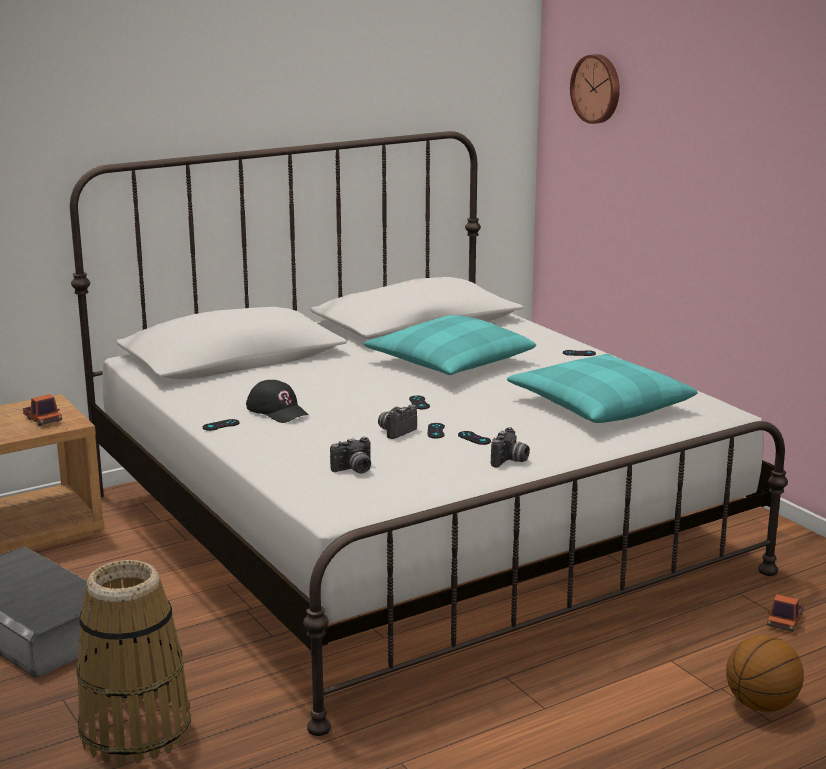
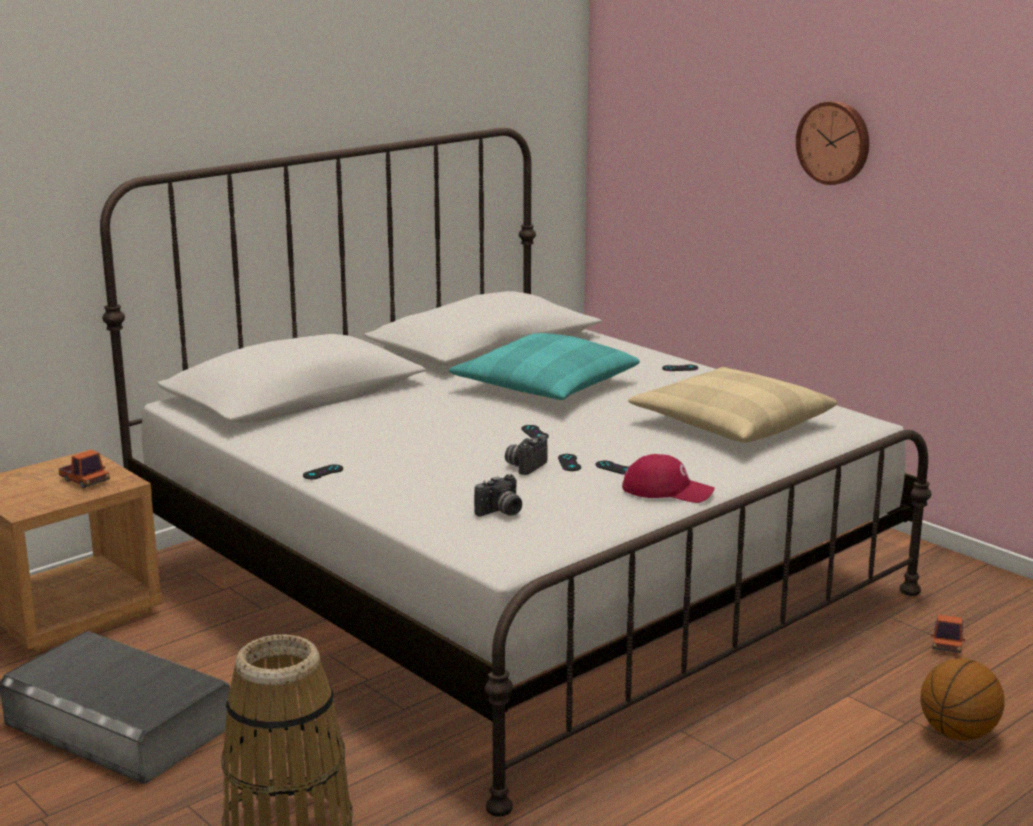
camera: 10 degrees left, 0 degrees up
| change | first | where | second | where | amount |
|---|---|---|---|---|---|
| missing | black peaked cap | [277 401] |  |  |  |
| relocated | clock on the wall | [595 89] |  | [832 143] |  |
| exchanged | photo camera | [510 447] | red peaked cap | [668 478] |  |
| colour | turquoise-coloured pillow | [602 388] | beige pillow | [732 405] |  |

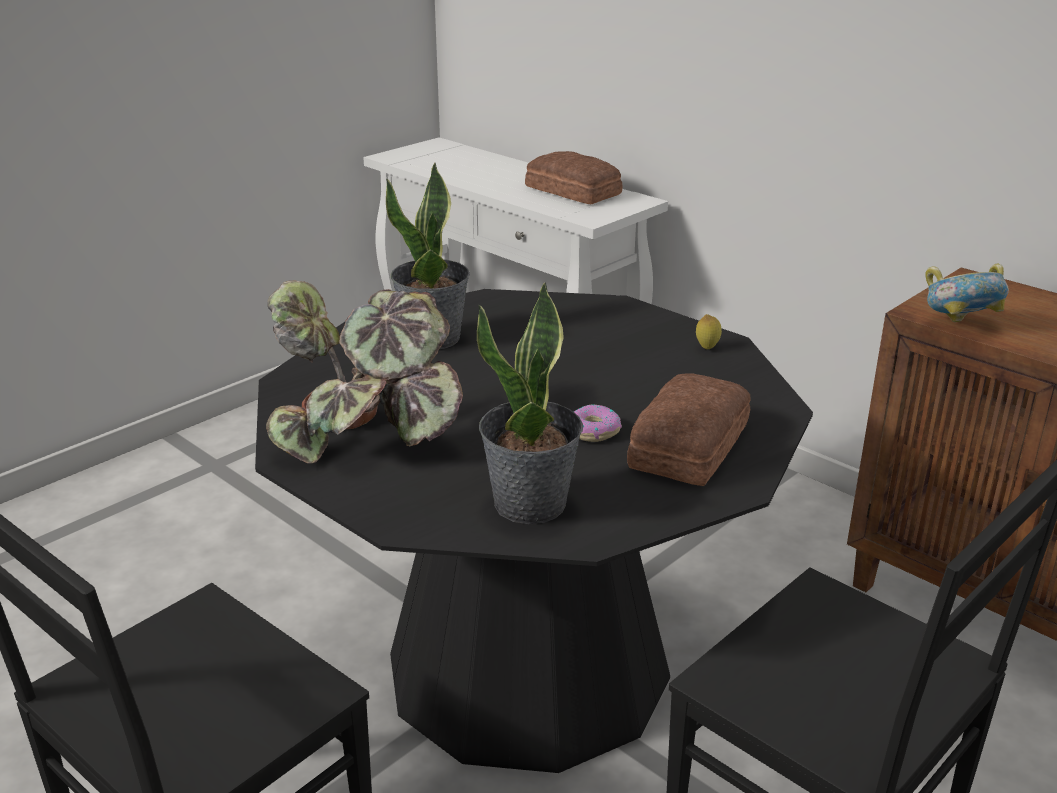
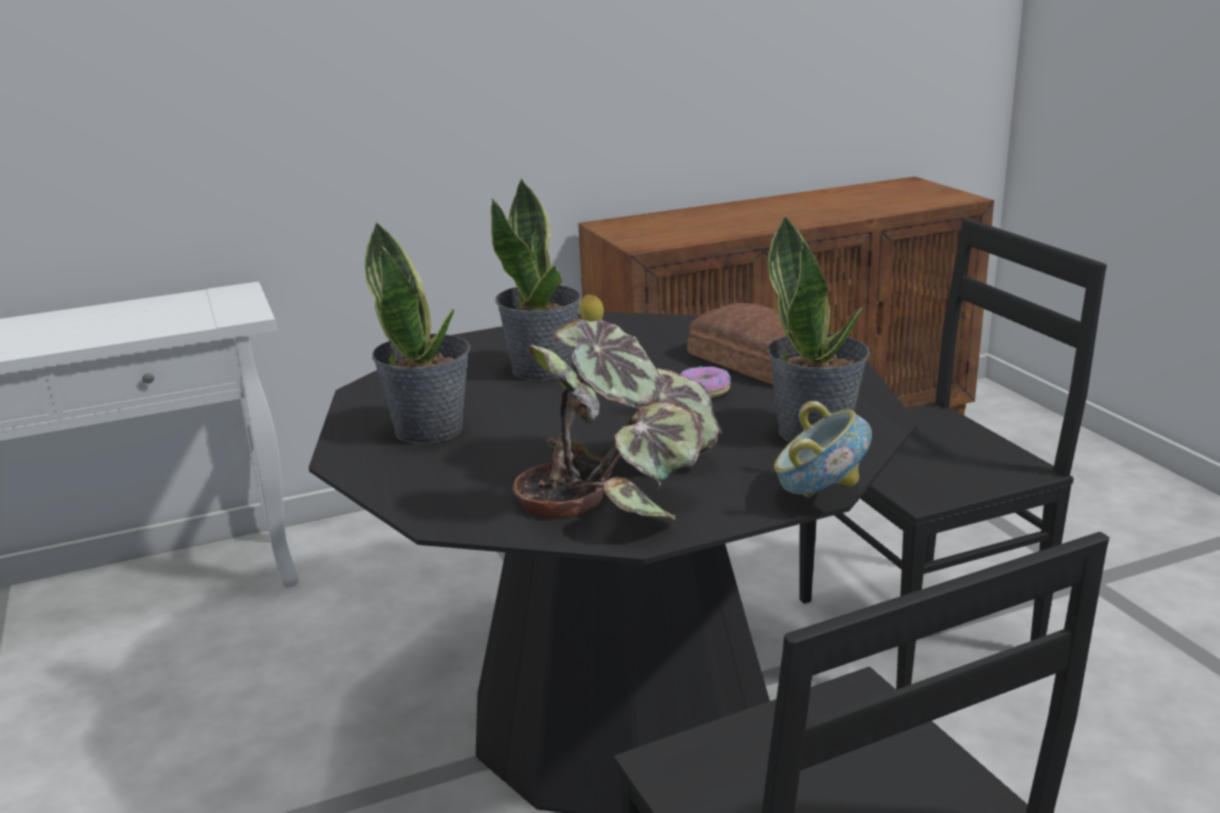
camera: 65 degrees left, 5 degrees down
| change | first | where | second | where | amount |
|---|---|---|---|---|---|
| missing | bakery bread | [573 177] |  |  |  |
| appeared |  |  | potted plant | [536 279] |  |
| relocated | bowl | [967 292] |  | [823 449] |  |

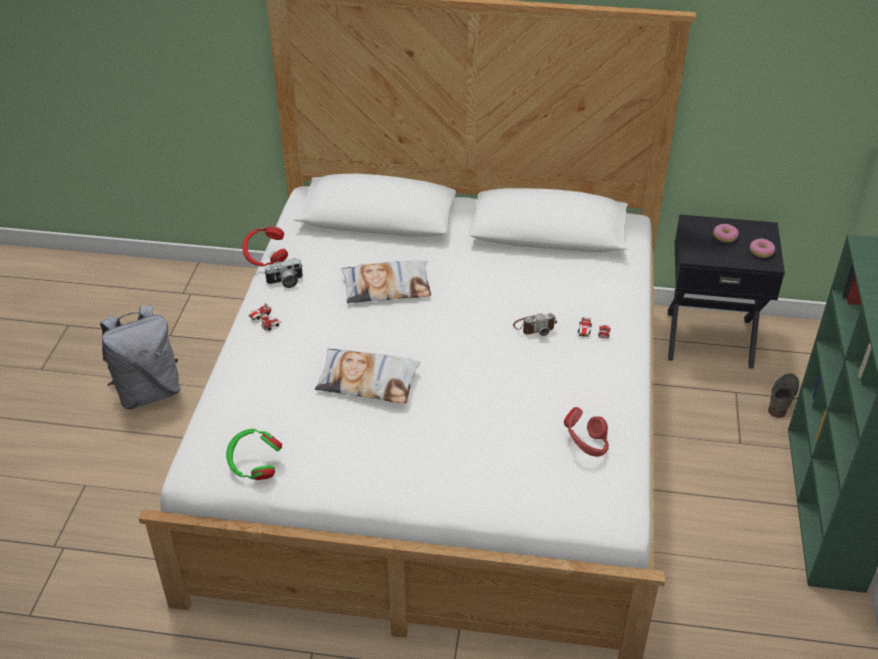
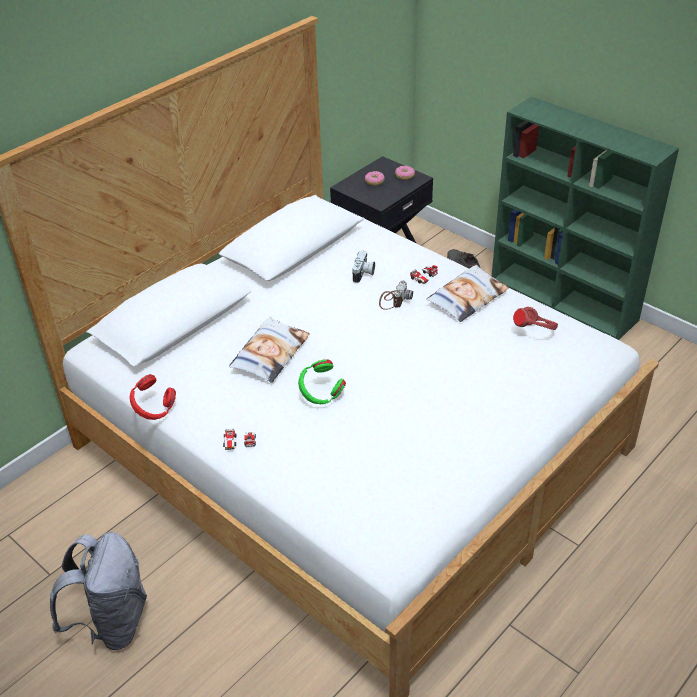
camera: 55 degrees left, 0 degrees up
| change | first | where | second | where | amount |
|---|---|---|---|---|---|
| relocated | green pair of headphones | [254 454] |  | [322 381] |  |
| relocated | photo camera | [283 273] |  | [363 266] |  |
| relocated | pillow | [368 376] |  | [467 293] |  |

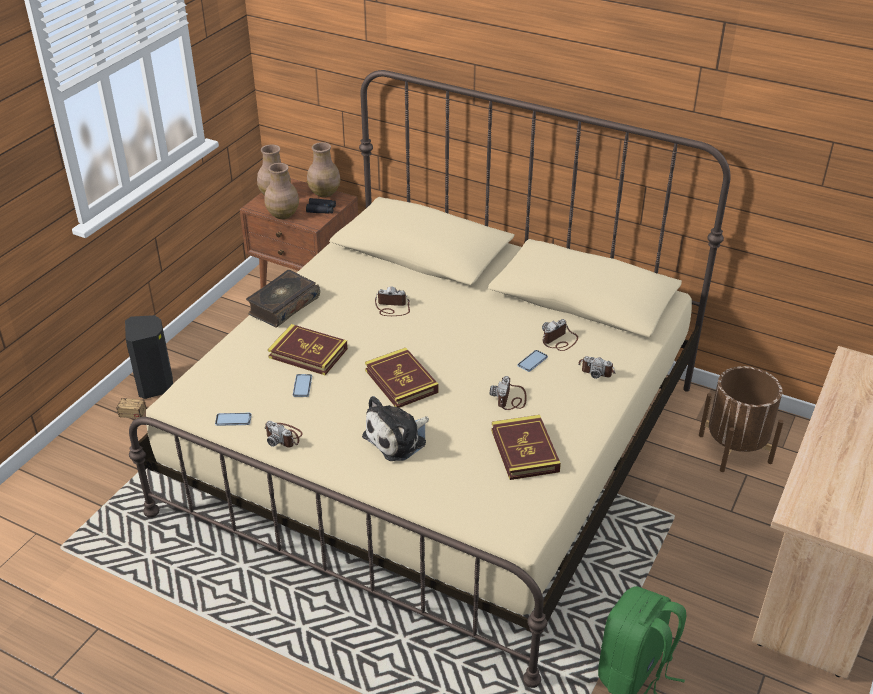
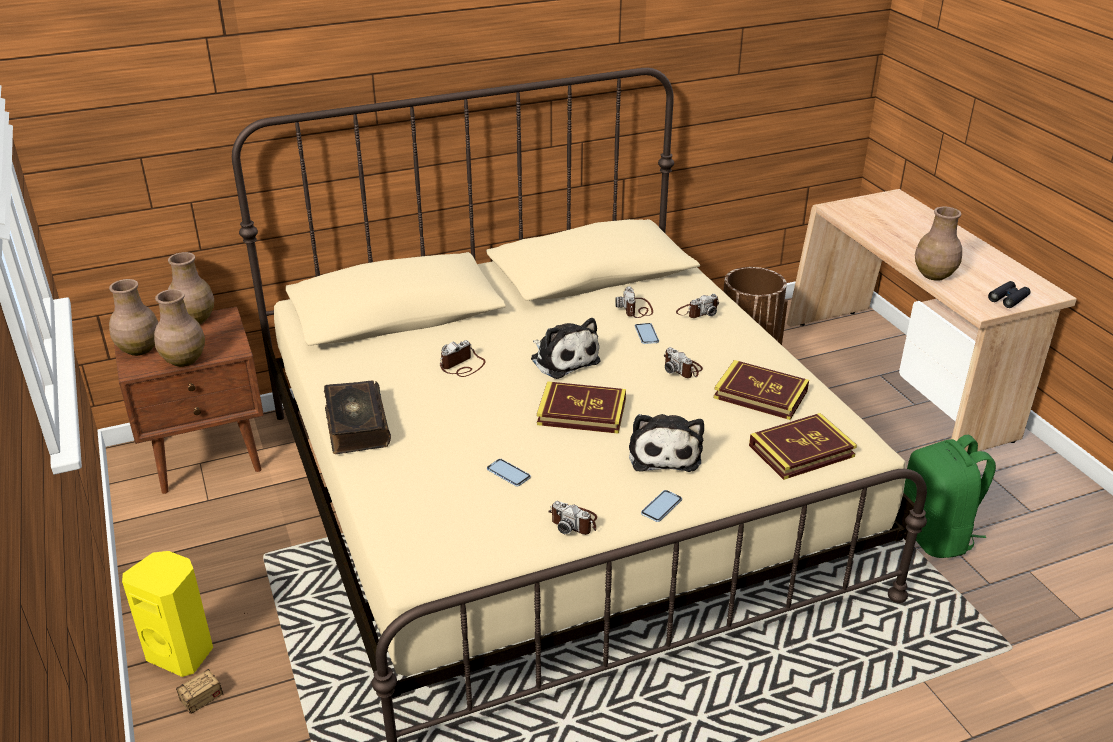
camera: 50 degrees left, 5 degrees down
| change | first | where | second | where | amount |
|---|---|---|---|---|---|
| appeared |  |  | cuddly toy | [566 348] |  |
| appeared |  |  | brownish vase | [938 244] |  |
| relocated | handset | [233 419] |  | [661 506] |  |
| relocated | book | [308 349] |  | [803 446] |  |
| relocated | black binoculars | [321 206] |  | [1009 294] |  |
| colour | black speaker | [149 357] | yellow speaker | [167 614] |  |
| spun | photo camera | [284 434] |  | [572 518] | 45 degrees clockwise |

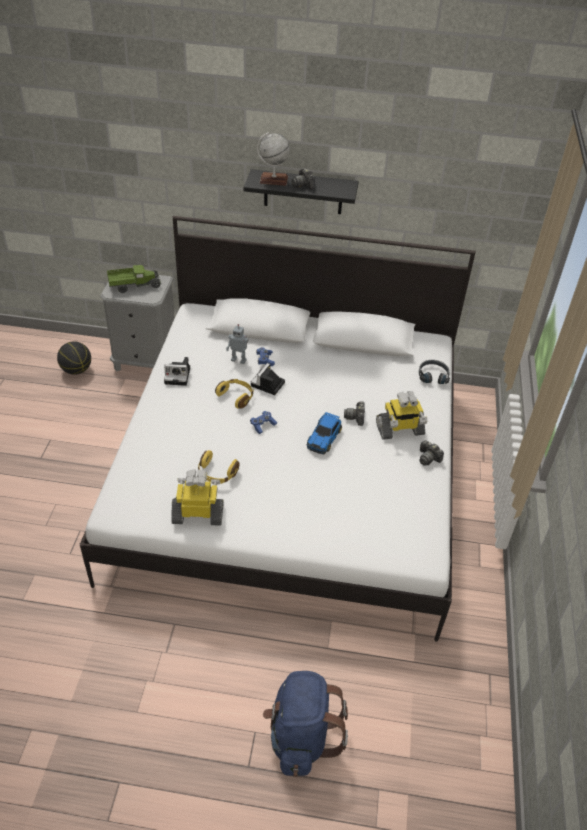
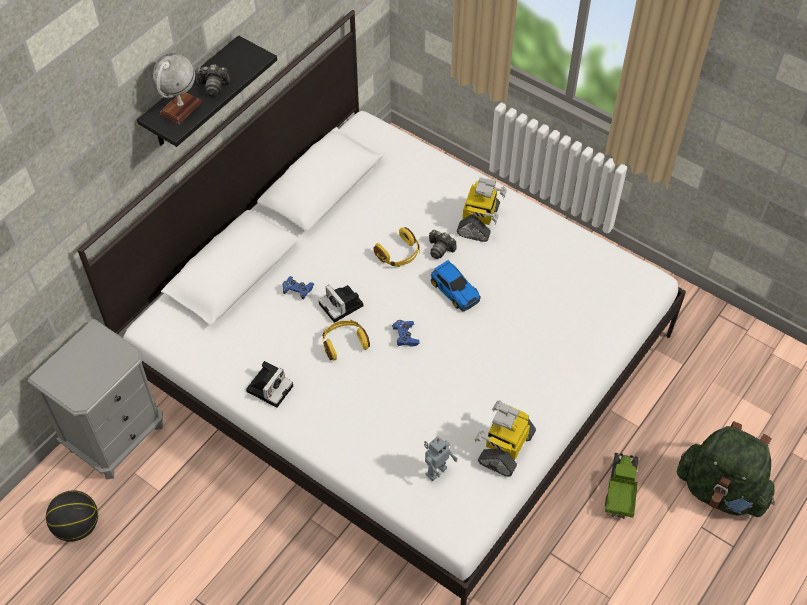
camera: 60 degrees left, 10 degrees up
| change | first | where | second | where | amount |
|---|---|---|---|---|---|
| missing | black pair of headphones | [434 372] |  |  |  |
| missing | photo camera | [431 453] |  |  |  |
| relocated | toy truck | [134 279] |  | [621 486] |  |
| relocated | yellow pair of headphones | [218 467] |  | [397 247] |  |
| relocated | model robot | [237 344] |  | [441 458] |  |
| colour | blue knapsack | [305 724] | green knapsack | [726 469] |  |

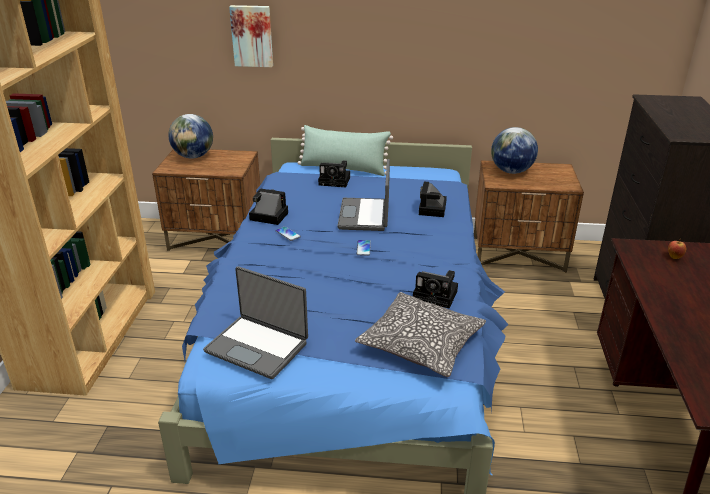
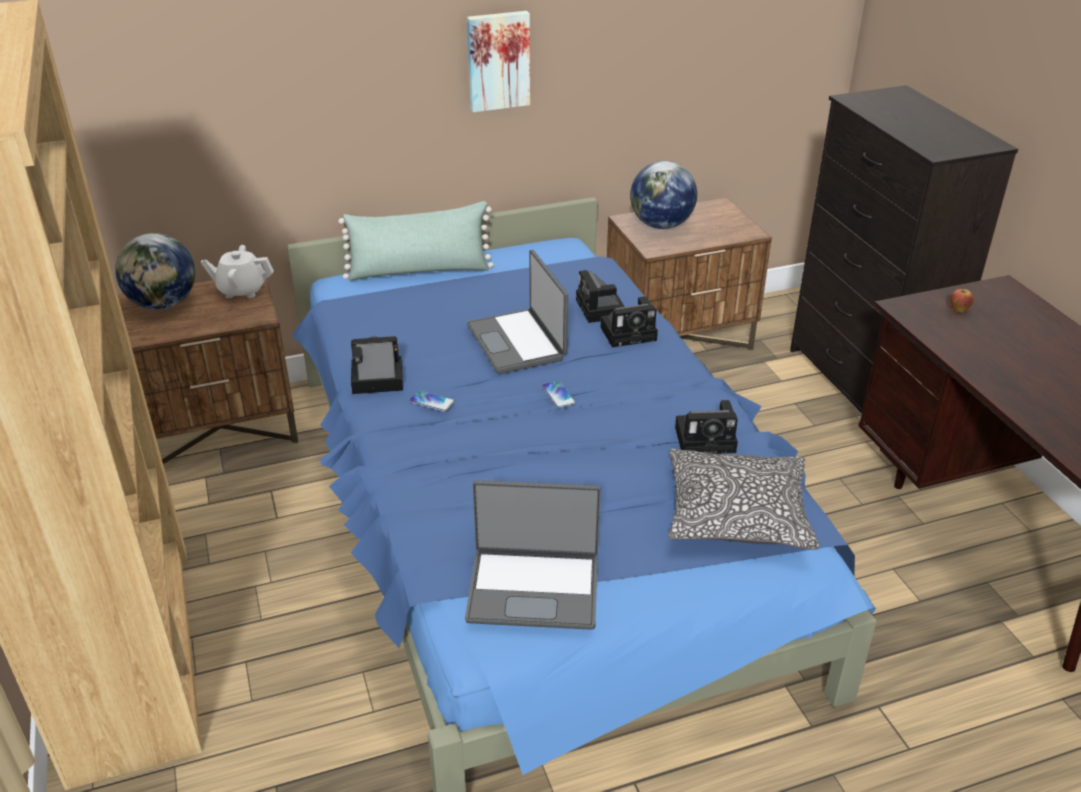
camera: 25 degrees left, 5 degrees up
| change | first | where | second | where | amount |
|---|---|---|---|---|---|
| appeared |  |  | white-coloured teapot | [237 271] |  |
| relocated | wall picture | [251 36] |  | [498 61] |  |
| relocated | photo camera | [334 173] |  | [629 321] |  |

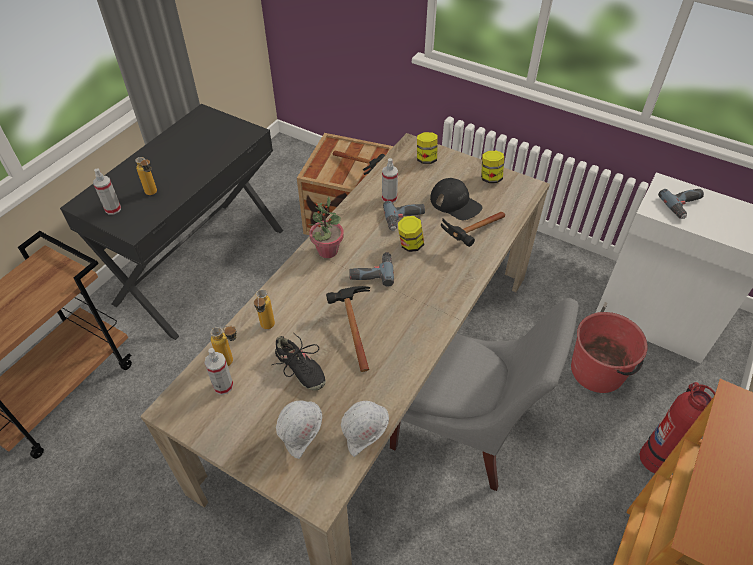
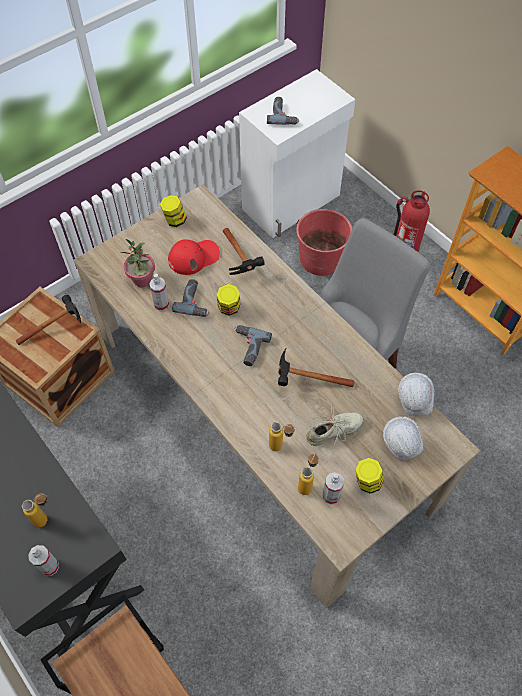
camera: 70 degrees left, 10 degrees up
| change | first | where | second | where | amount |
|---|---|---|---|---|---|
| relocated | potted plant | [326 227] |  | [138 263] |  |
| relocated | preserve jar | [427 148] |  | [369 476] |  |
| colour | black item of footwear | [299 361] | beige item of footwear | [335 426] |  |
| colour | black peaked cap | [456 199] | red peaked cap | [194 257] |  |

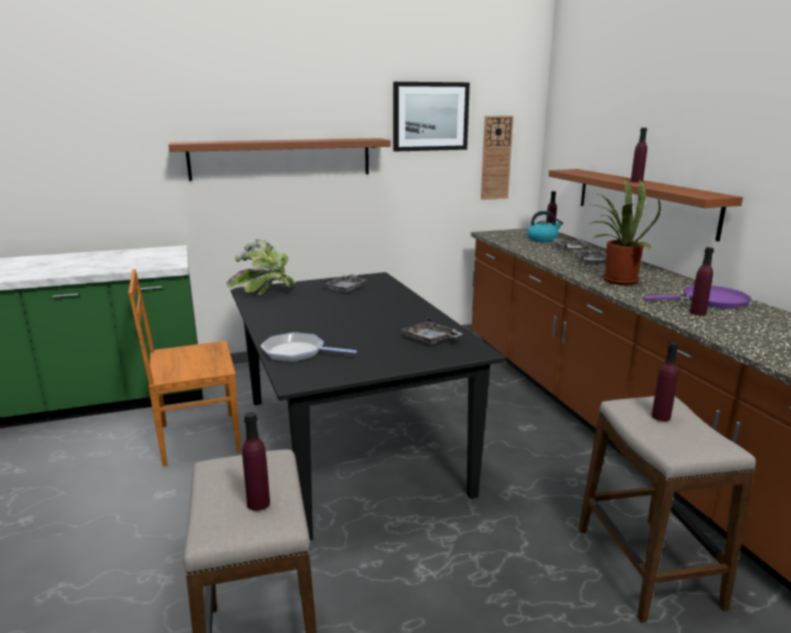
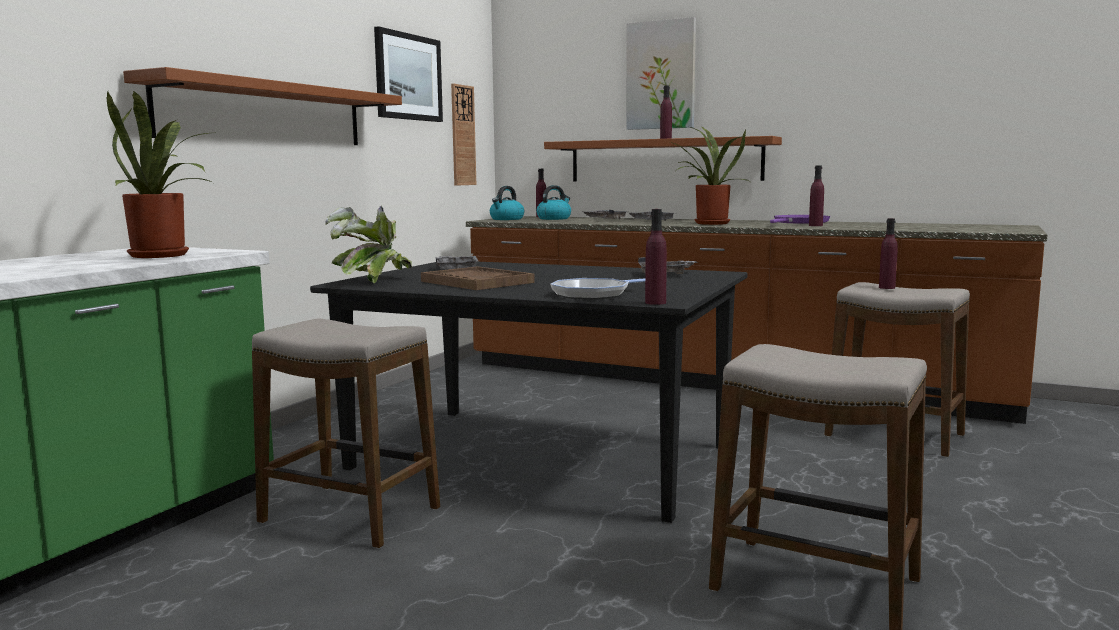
camera: 45 degrees left, 10 degrees down
| change | first | where | second | where | amount |
|---|---|---|---|---|---|
| appeared |  |  | potted plant | [161 174] |  |
| appeared |  |  | brownish tray | [478 278] |  |
| appeared |  |  | water kettle | [507 203] |  |
| appeared |  |  | wall picture | [661 73] |  |
| relocated | purple-coloured bottle | [256 461] |  | [656 257] |  |
| exchanged | brownish plain chair | [184 368] | stool | [346 433] |  |

